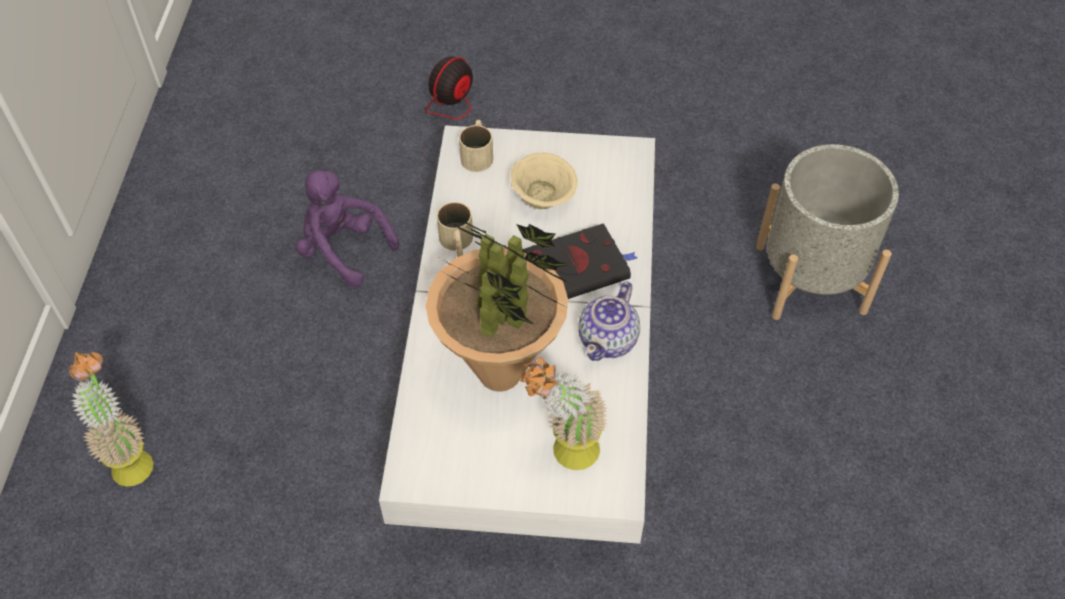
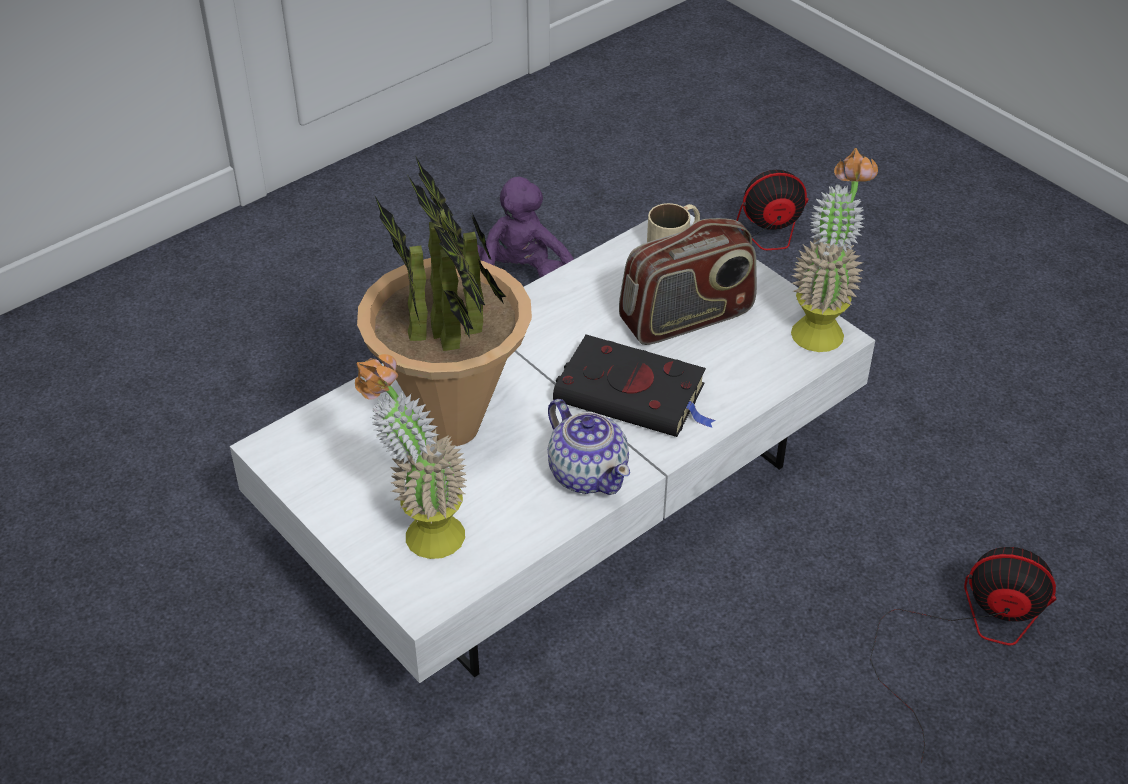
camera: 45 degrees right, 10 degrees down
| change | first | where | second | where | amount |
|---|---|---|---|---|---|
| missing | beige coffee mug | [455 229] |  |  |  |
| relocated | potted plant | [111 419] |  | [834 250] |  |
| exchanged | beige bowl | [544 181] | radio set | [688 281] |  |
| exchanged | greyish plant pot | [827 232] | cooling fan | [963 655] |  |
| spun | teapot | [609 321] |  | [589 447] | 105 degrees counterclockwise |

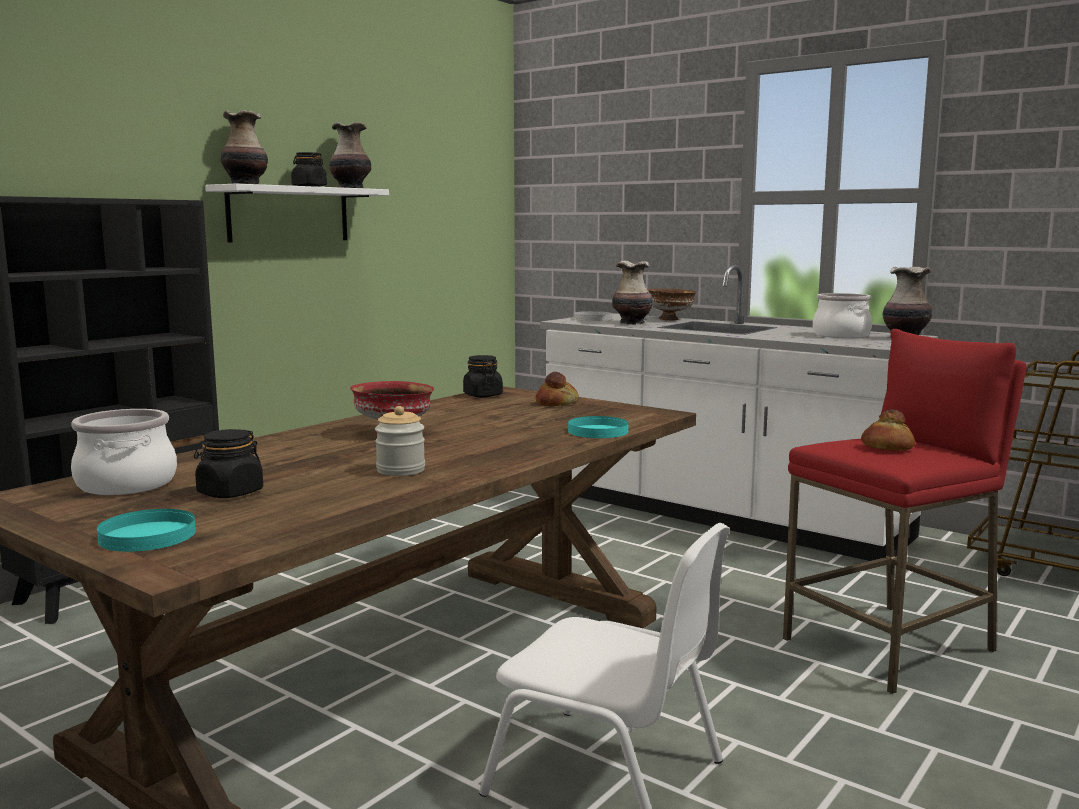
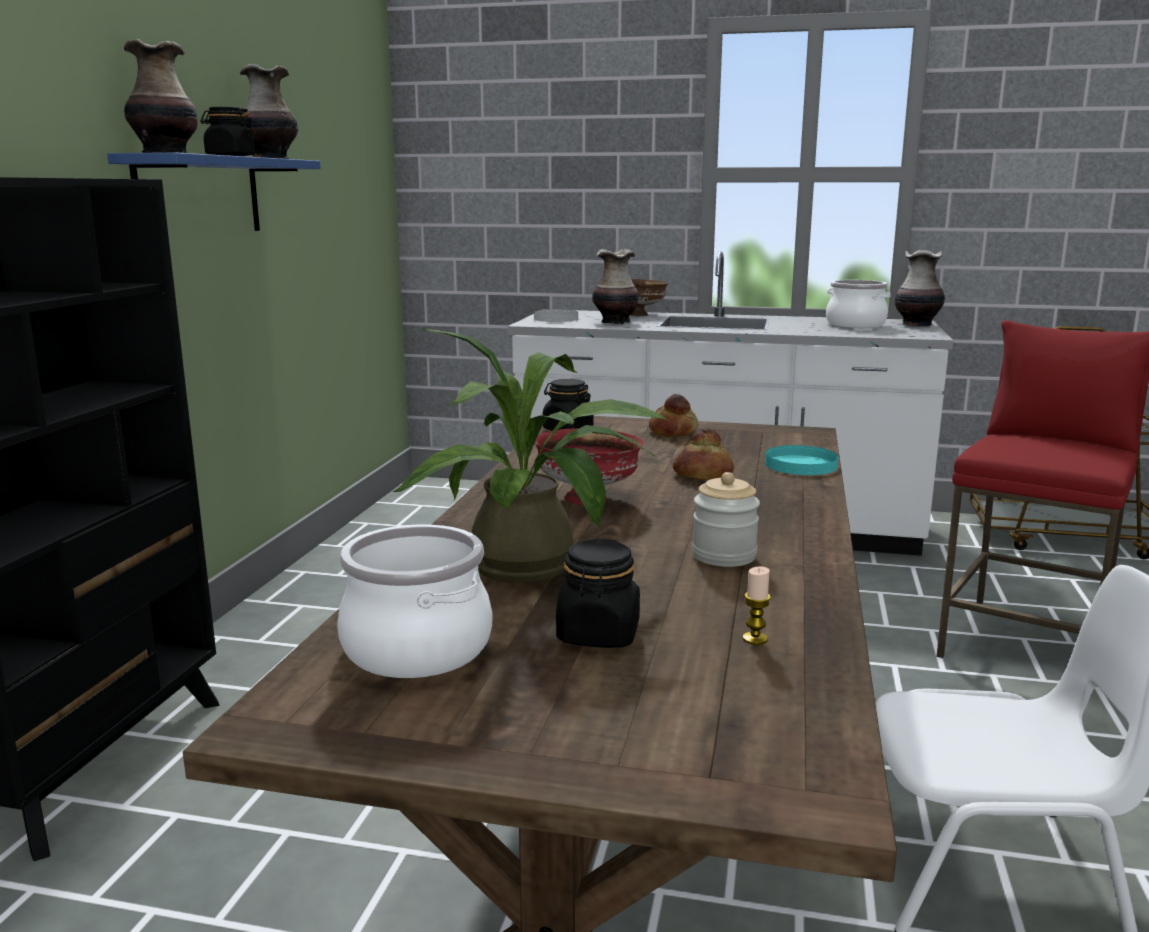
camera: 25 degrees left, 5 degrees up
| change | first | where | second | where | amount |
|---|---|---|---|---|---|
| missing | turquoise-coloured plate | [146 530] |  |  |  |
| appeared |  |  | potted plant | [530 456] |  |
| appeared |  |  | wax light | [756 605] |  |
| relocated | bakery bread | [888 430] |  | [703 454] |  |
| colour | white-coloured bracket shelf | [297 213] | blue bracket shelf | [214 192] |  |

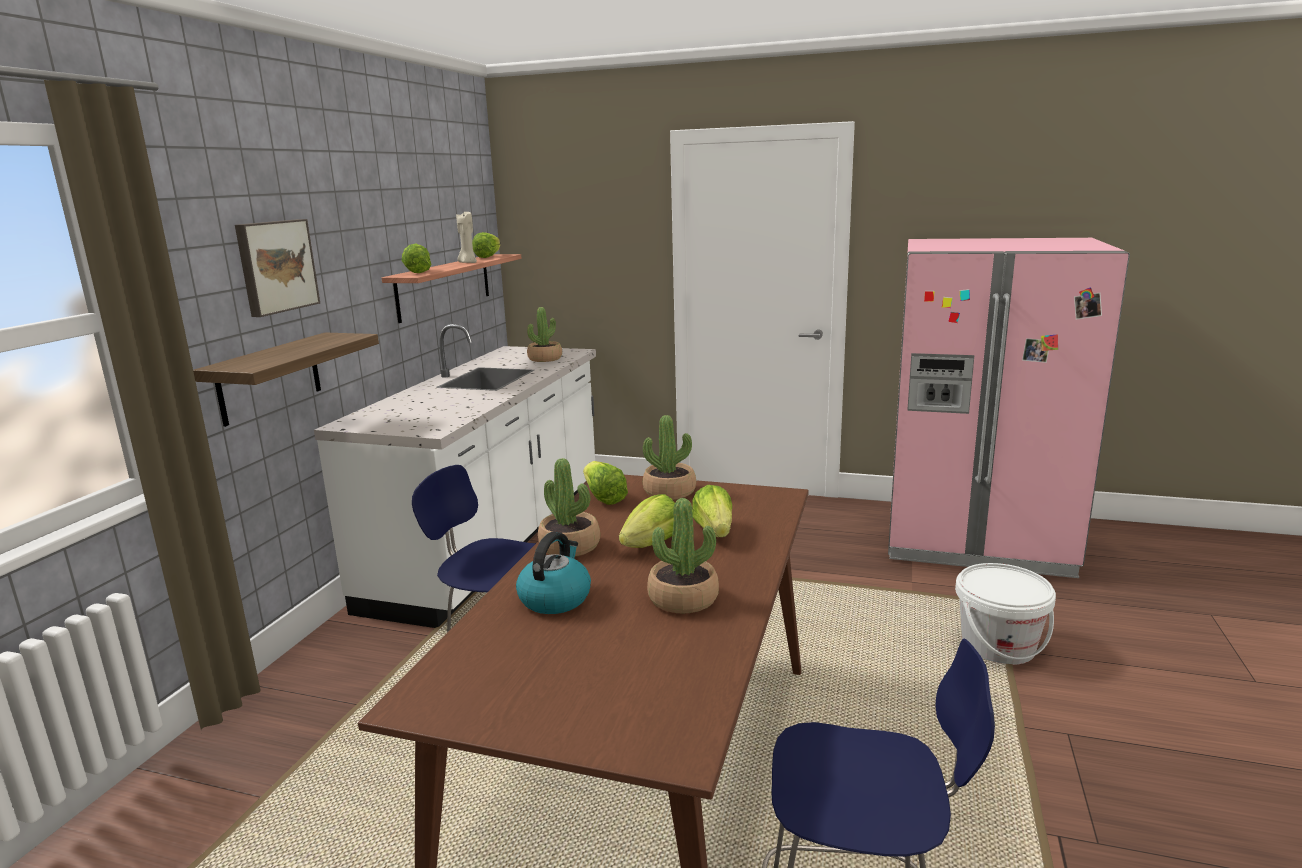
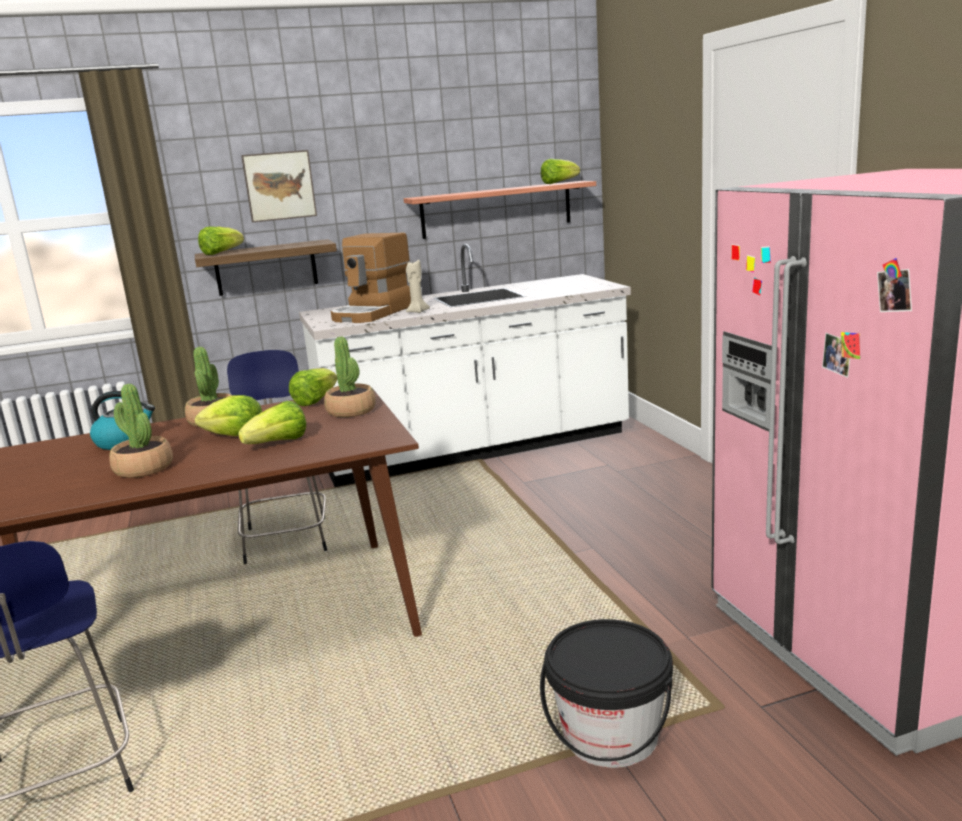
camera: 55 degrees right, 0 degrees up
| change | first | where | second | where | amount |
|---|---|---|---|---|---|
| missing | potted plant | [544 334] |  |  |  |
| appeared |  |  | coffee machine | [371 278] |  |
| relocated | lettuce head | [417 258] |  | [221 241] |  |
| relocated | beige wax light | [466 237] |  | [418 286] |  |
| colour | white-coloured bucket | [1005 614] | black bucket | [606 693] |  |

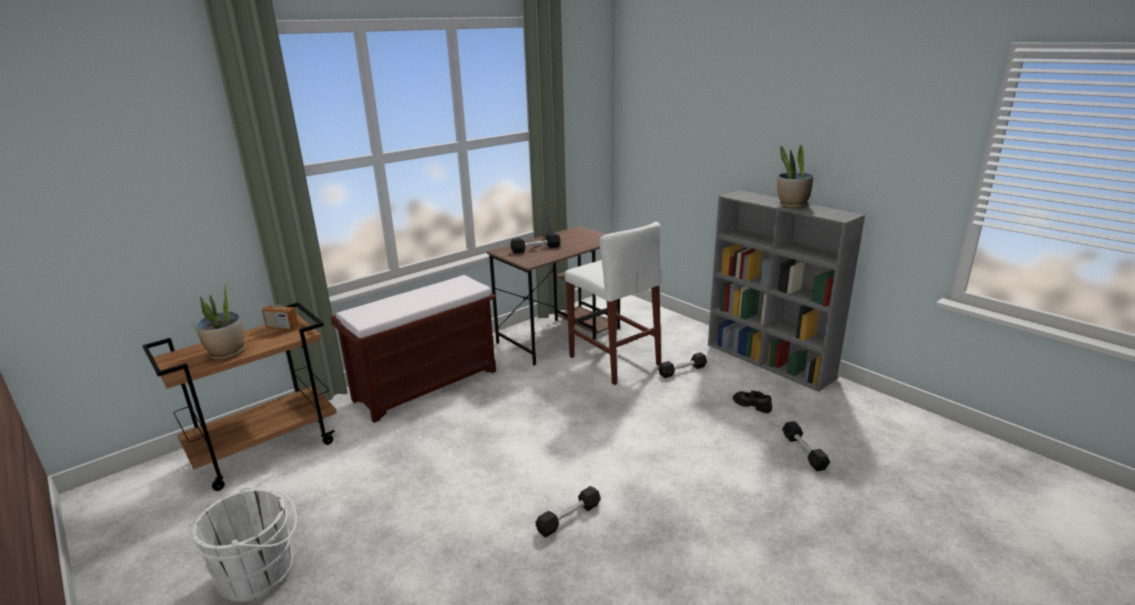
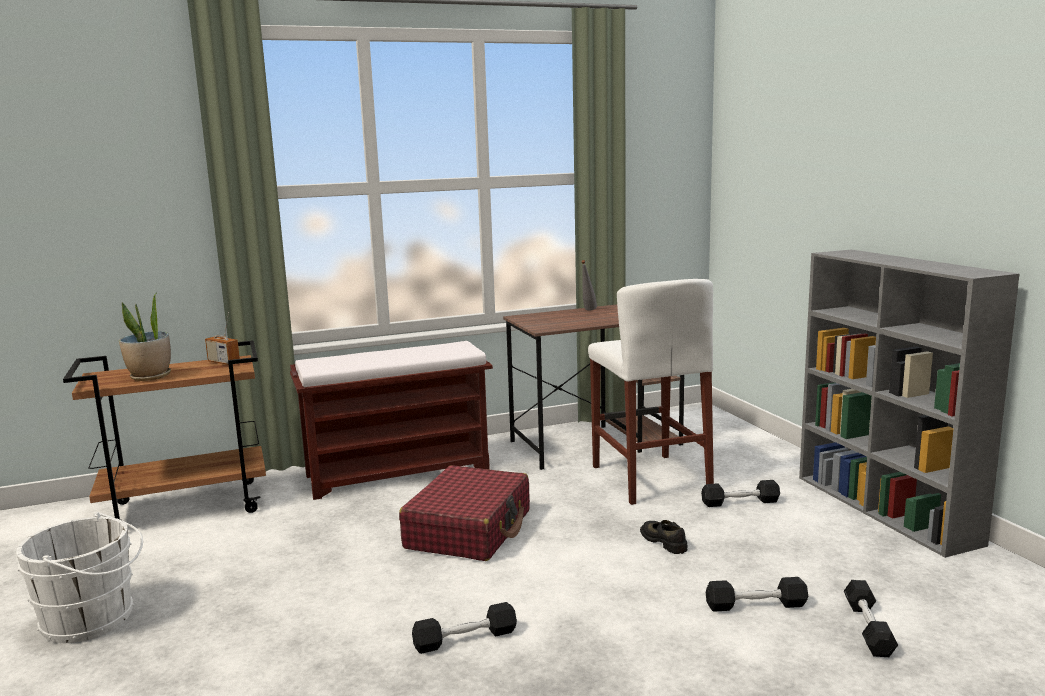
camera: 20 degrees right, 10 degrees down
| change | first | where | second | where | amount |
|---|---|---|---|---|---|
| missing | potted plant | [795 176] |  |  |  |
| appeared |  |  | red piece of luggage | [464 513] |  |
| relocated | black free weight | [535 243] |  | [757 594] |  |
| relocated | black item of footwear | [752 402] |  | [663 537] |  |

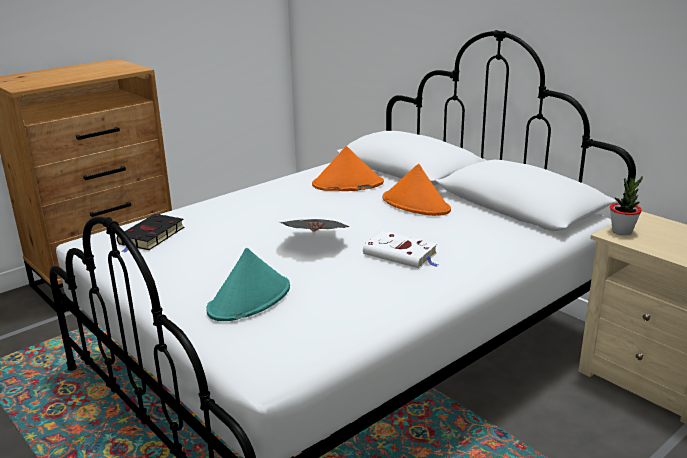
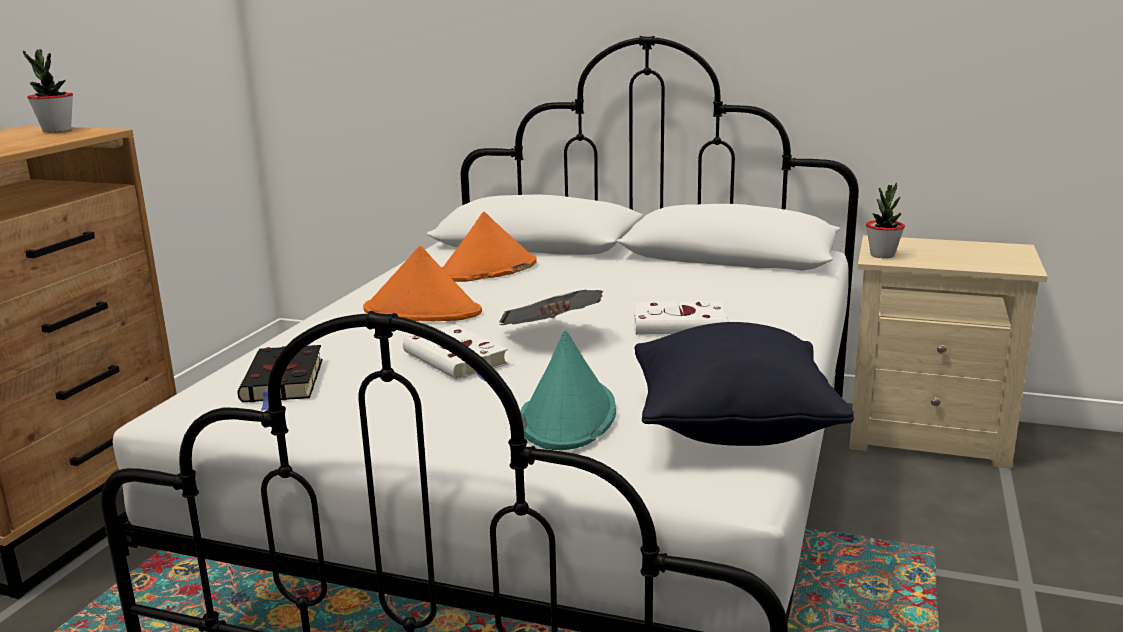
camera: 30 degrees left, 5 degrees down
| change | first | where | second | where | amount |
|---|---|---|---|---|---|
| appeared |  |  | potted plant | [48 91] |  |
| appeared |  |  | white-coloured book | [455 353] |  |
| appeared |  |  | black pillow | [744 384] |  |
| relocated | orange-coloured clothing hat | [416 190] |  | [422 283] |  |

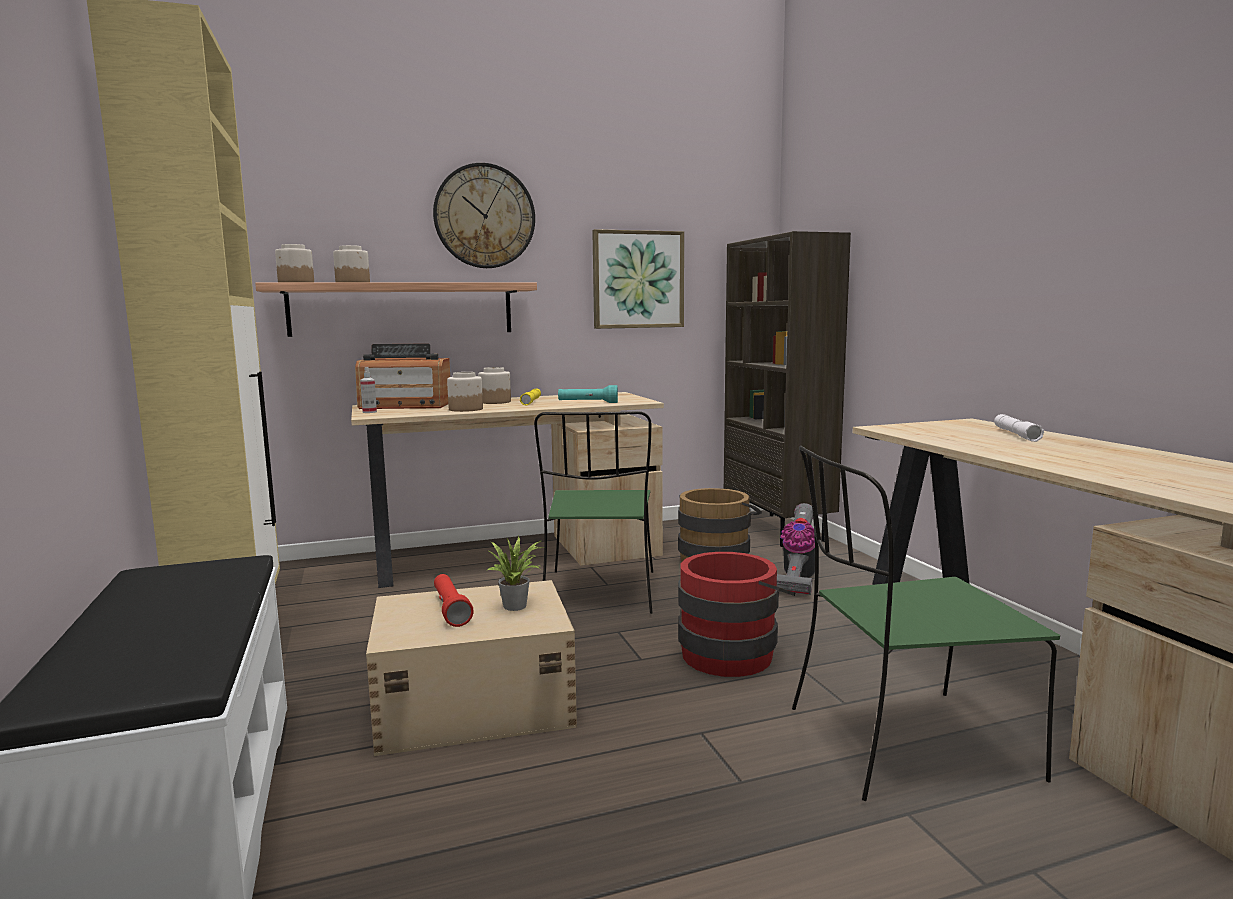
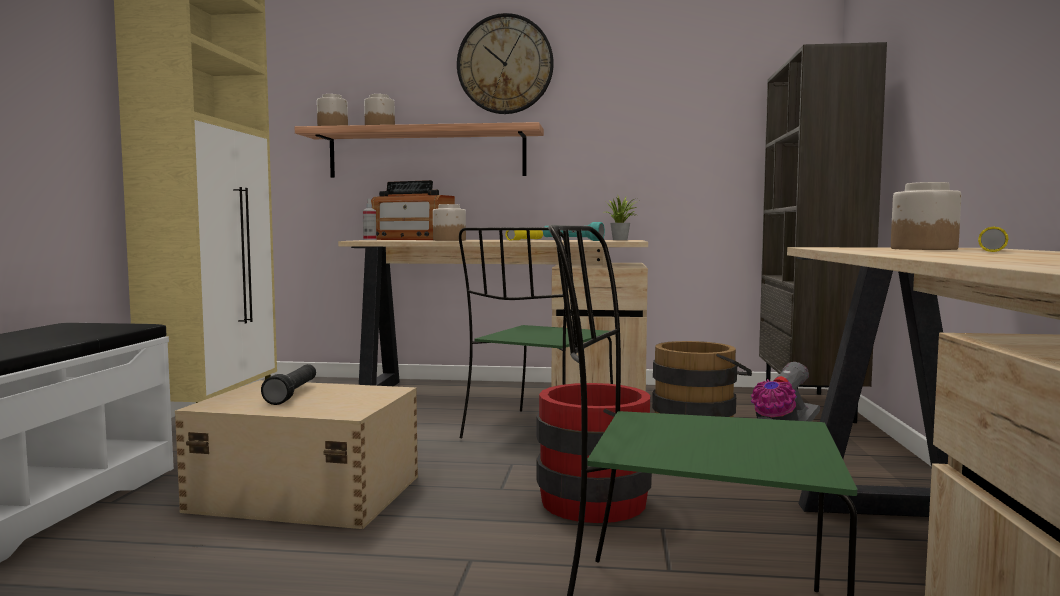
camera: 25 degrees right, 5 degrees down
| change | first | where | second | where | amount |
|---|---|---|---|---|---|
| missing | wall picture | [638 279] |  |  |  |
| relocated | preserve jar | [494 385] |  | [926 216] |  |
| relocated | potted plant | [515 573] |  | [623 218] |  |
| colour | red flashlight | [454 600] | black flashlight | [288 384] |  |
| colour | white-coloured flashlight | [1019 428] | yellow flashlight | [993 239] |  |

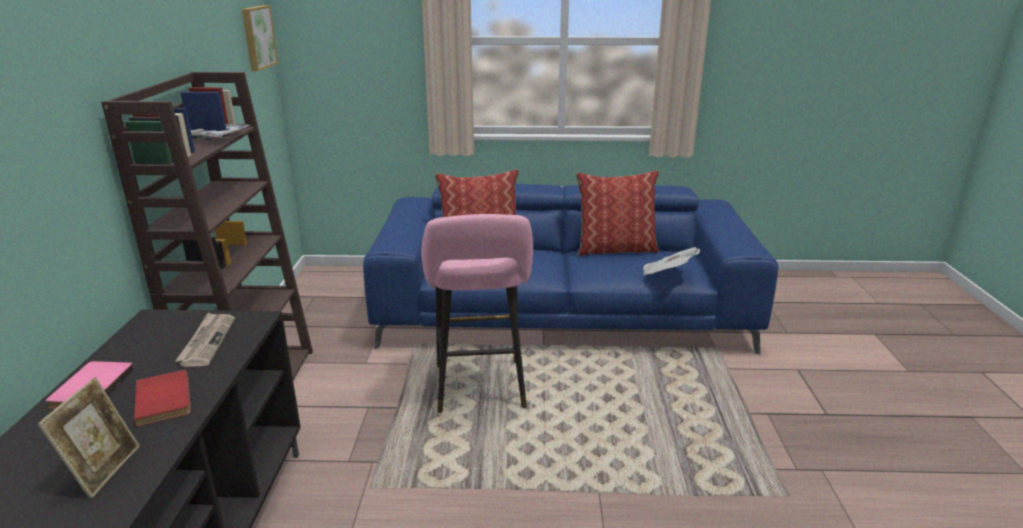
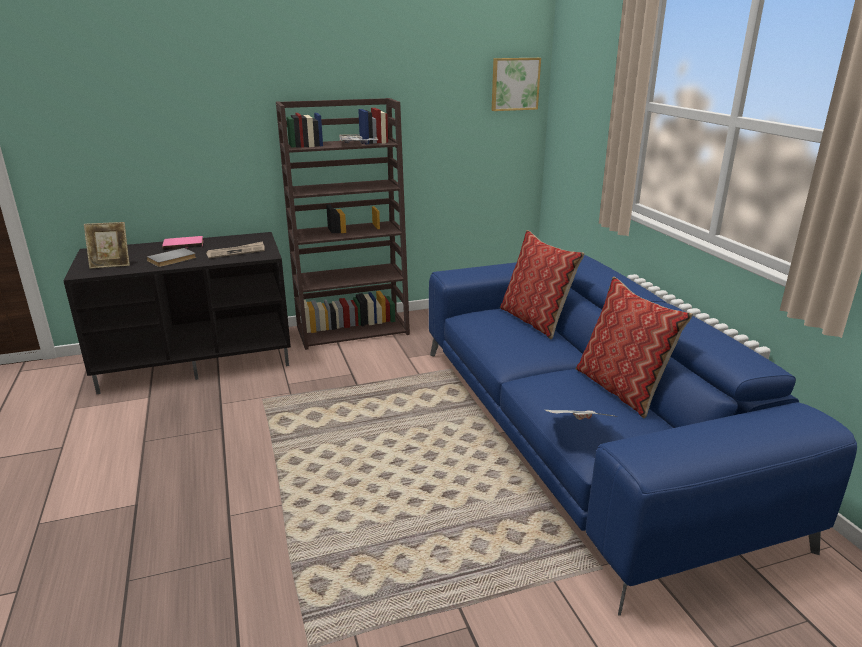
camera: 70 degrees right, 0 degrees up
| change | first | where | second | where | amount |
|---|---|---|---|---|---|
| missing | pink-coloured stool | [477 313] |  |  |  |
| colour | red book | [162 398] | greyish book | [171 257] |  |

